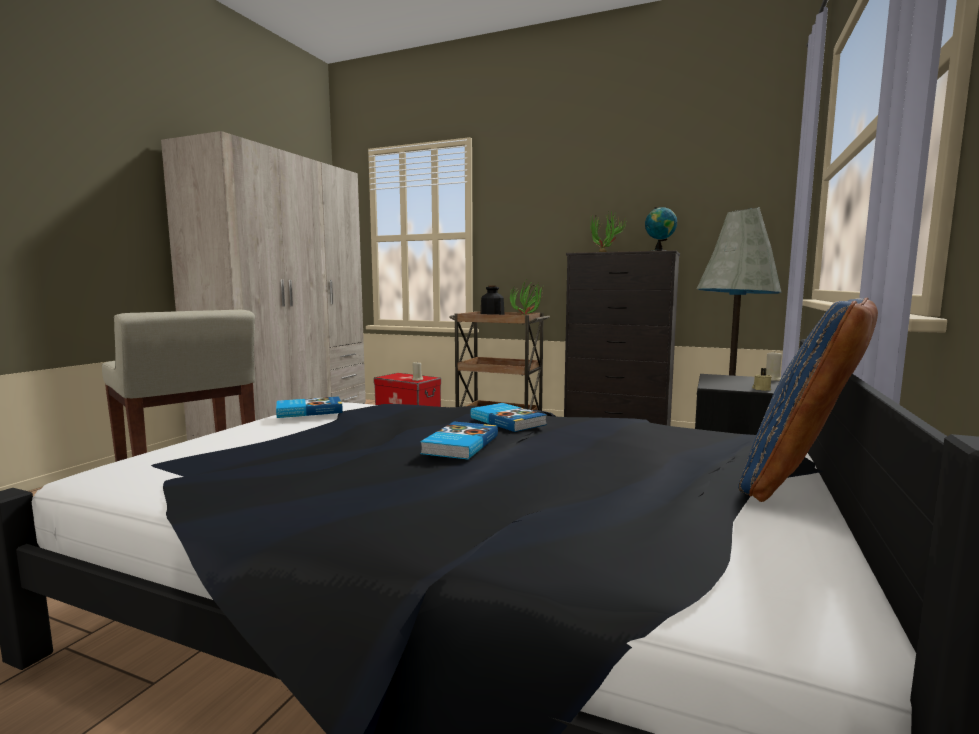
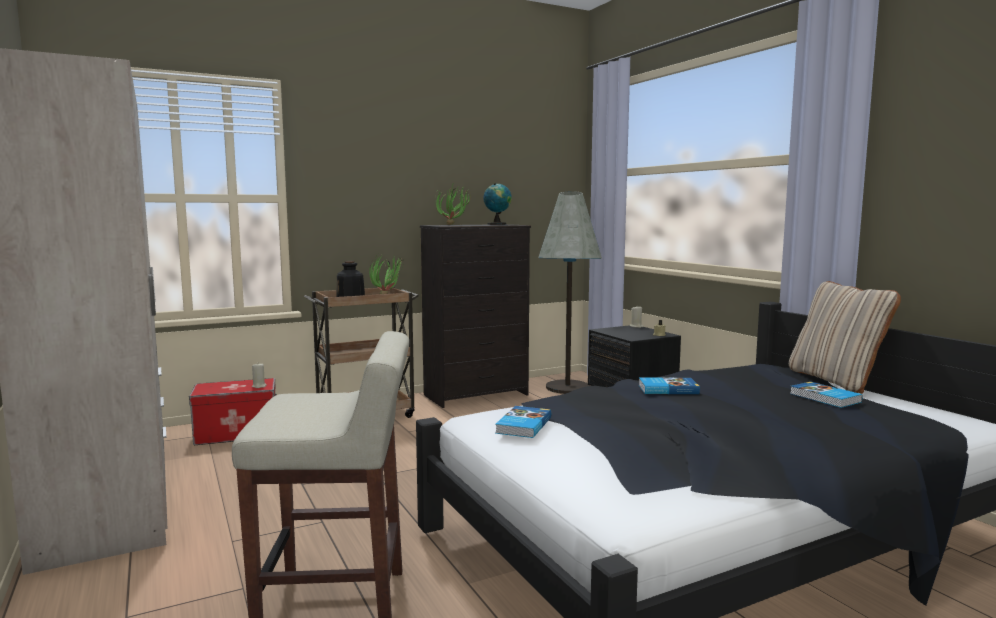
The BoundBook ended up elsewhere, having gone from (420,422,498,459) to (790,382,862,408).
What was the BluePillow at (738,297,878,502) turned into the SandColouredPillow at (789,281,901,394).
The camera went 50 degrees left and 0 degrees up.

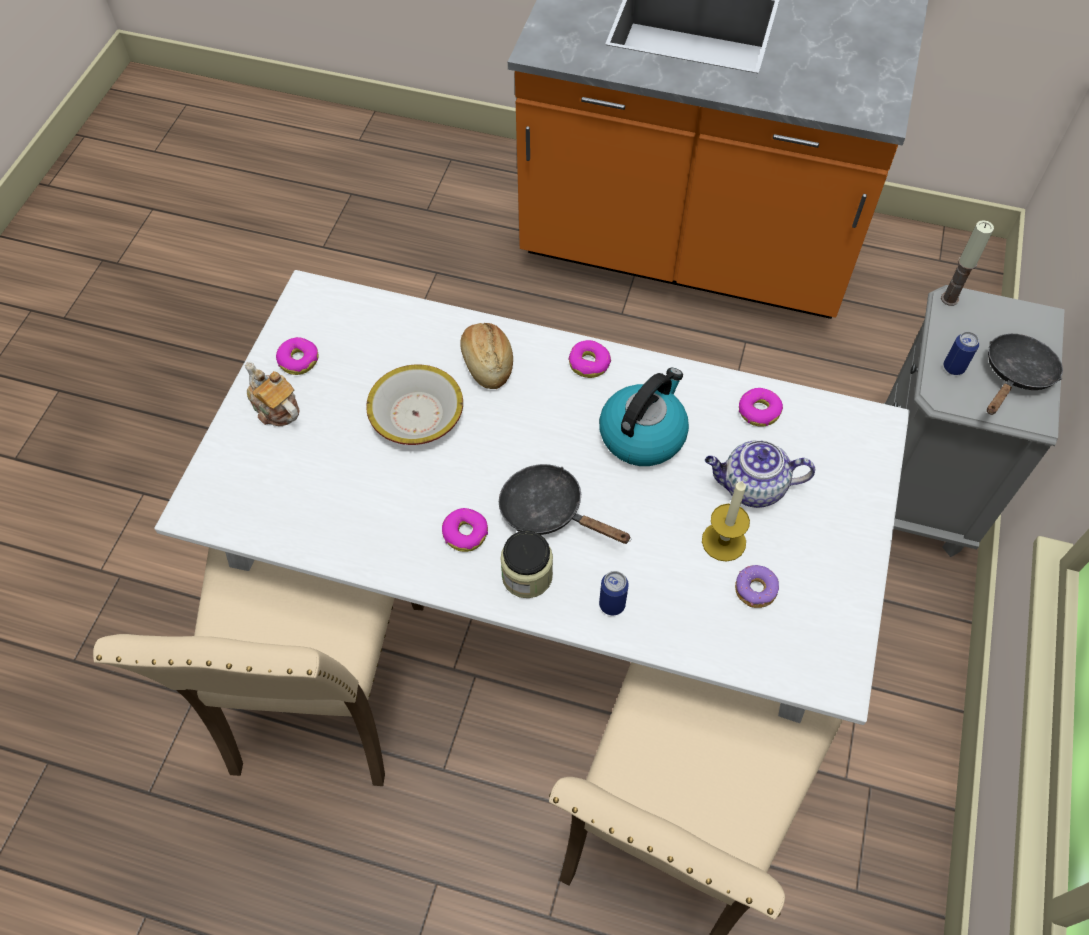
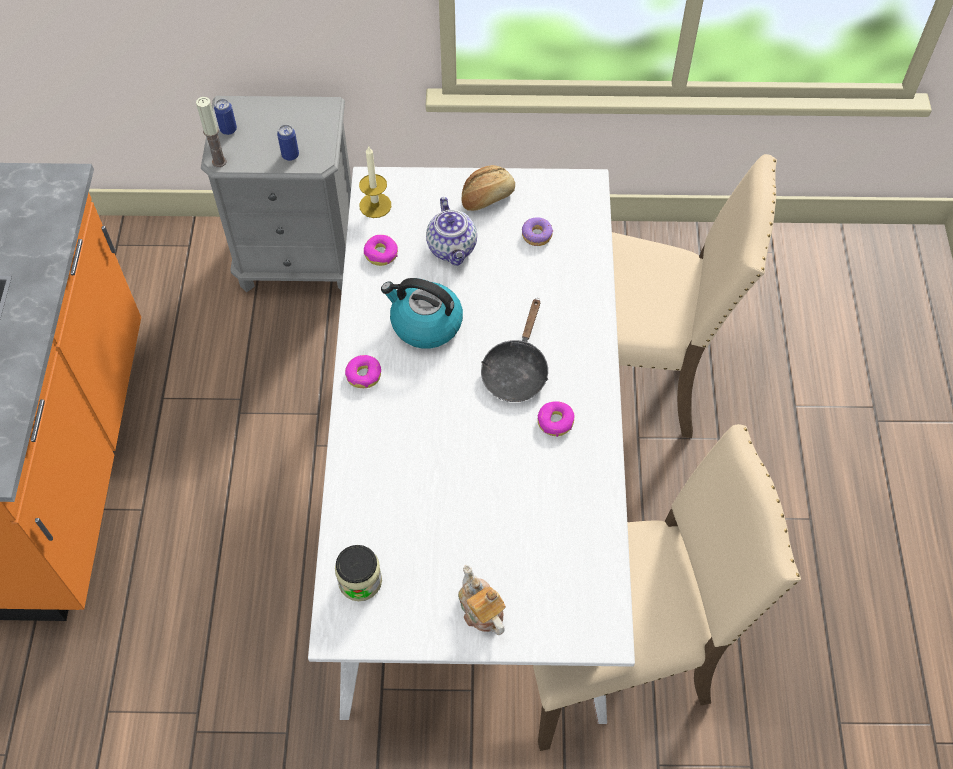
The second view lost the Donut at (276,337,318,375).
The second view lost the Bowl at (366,365,463,445).
The second view lost the BlackSkillet at (987,334,1063,415).
The BakedBread ended up elsewhere, having gone from (460,323,513,389) to (462,165,515,211).
The PreserveJar ended up elsewhere, having gone from (500,530,553,598) to (335,545,382,601).
The Can ended up elsewhere, having gone from (599,571,629,615) to (214,99,237,135).
The Candle ended up elsewhere, having gone from (702,480,750,562) to (359,146,391,218).
The Teapot at (245,362,300,426) ended up facing another way, 120 degrees clockwise from before.
The camera went 105 degrees left and 0 degrees up.

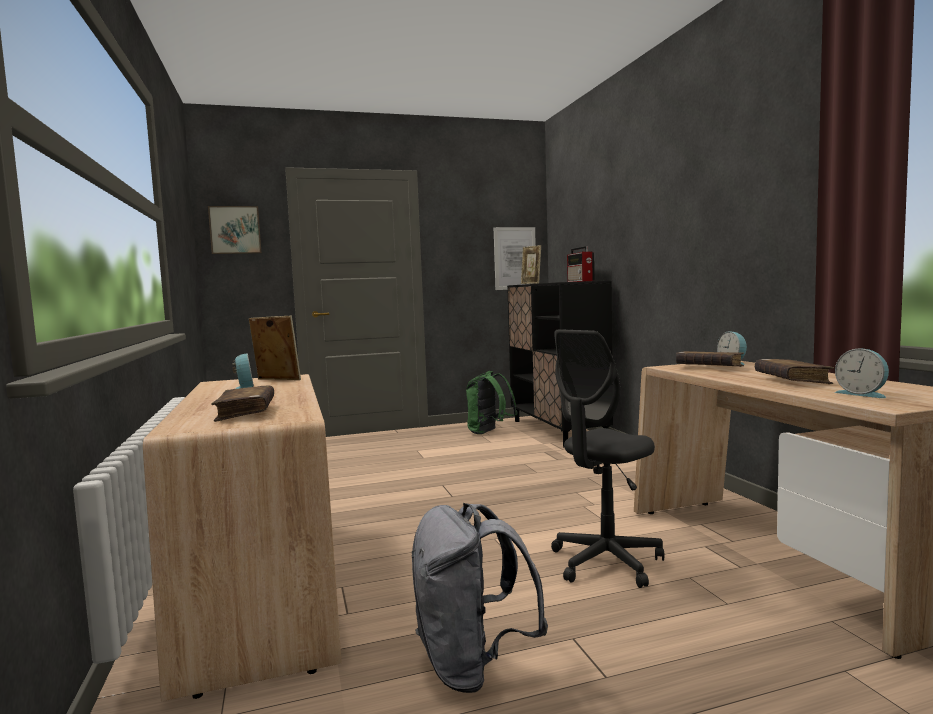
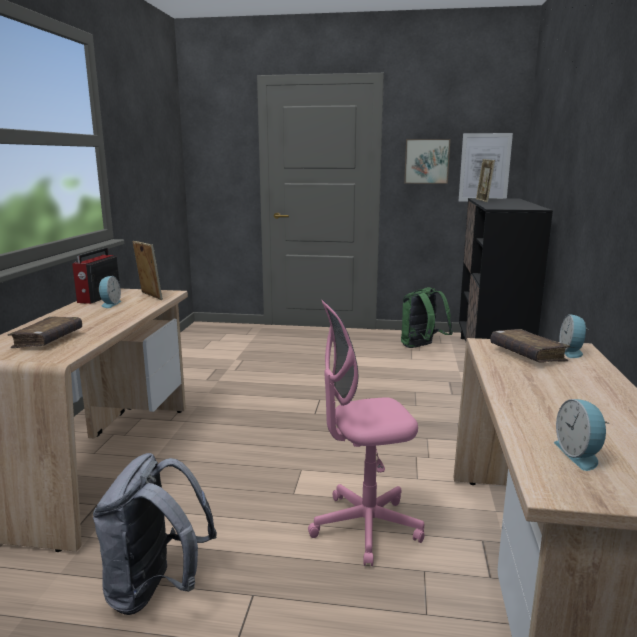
The second view lost the BrownishBoundBook at (755,359,834,384).
The Picture ended up elsewhere, having gone from (208,206,261,254) to (404,139,451,184).
The RadioSet ended up elsewhere, having gone from (567,246,595,282) to (72,248,120,304).
What was the GrayDeskChair at (551,329,664,588) turned into the PinkColouredDeskChair at (308,300,424,566).
The camera went 25 degrees right and 10 degrees up.

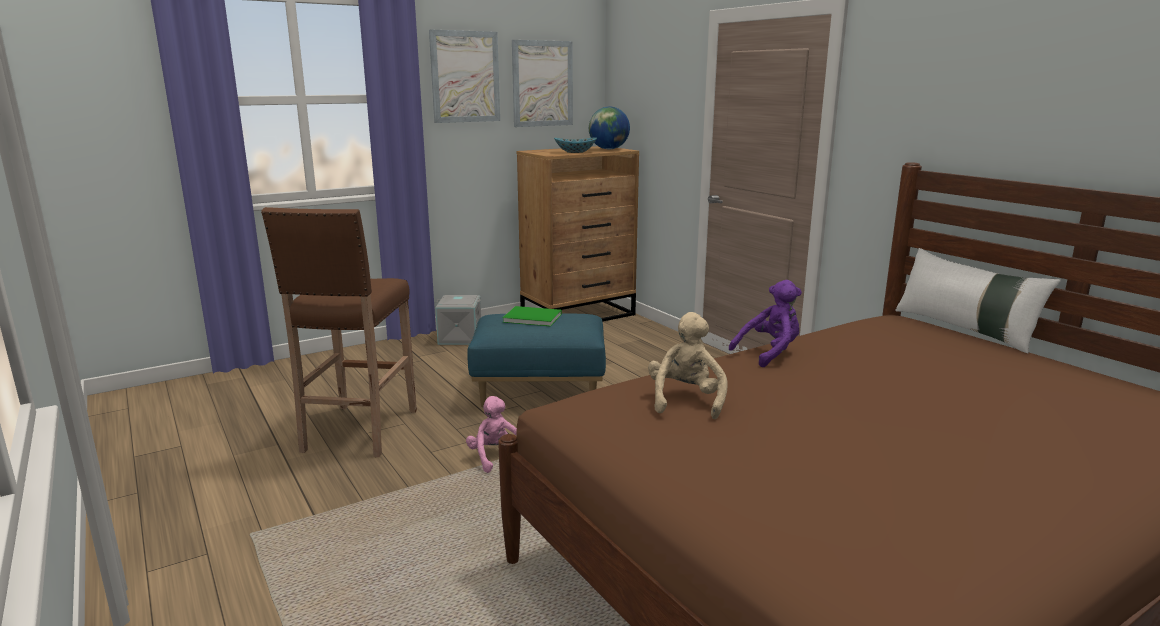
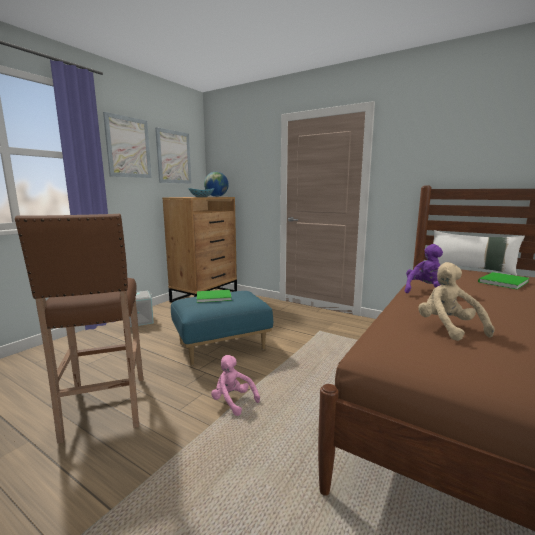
The second view gained the GreenishBoundBook at (478,272,529,289).
The camera went 25 degrees left and 5 degrees down.

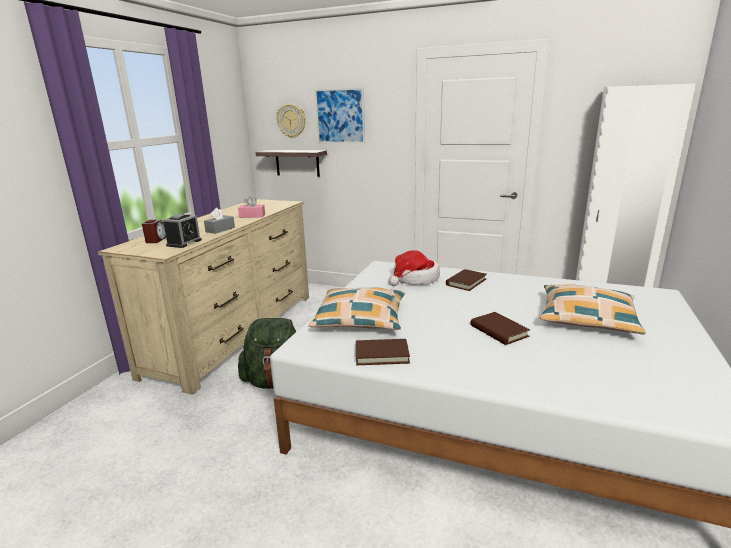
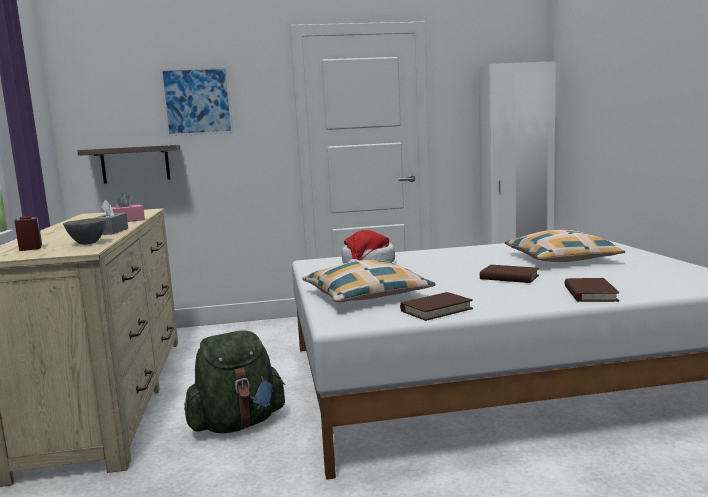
The second view lost the WallClock at (276,104,306,138).
The BrownishBoundBook ended up elsewhere, having gone from (446,269,487,291) to (565,278,619,302).
Where the TableClock stood at (163,214,202,248), the GrayBowl came to stand at (63,218,106,245).
The camera went 30 degrees left and 10 degrees down.

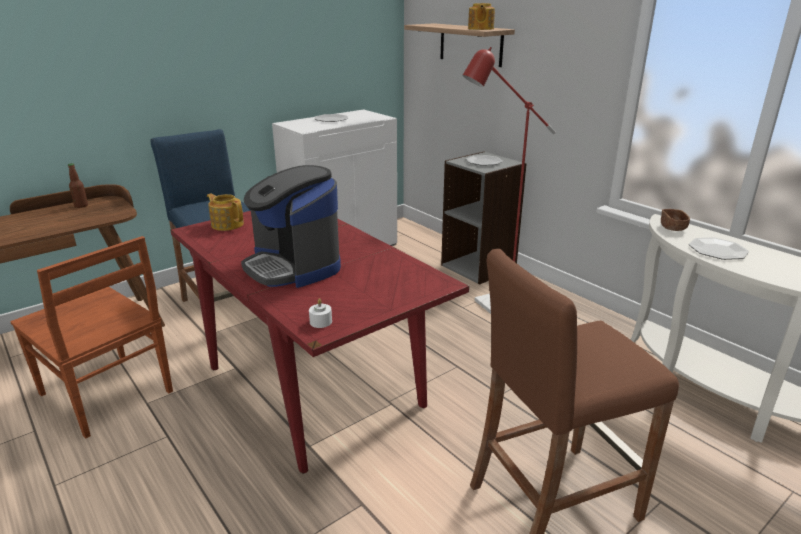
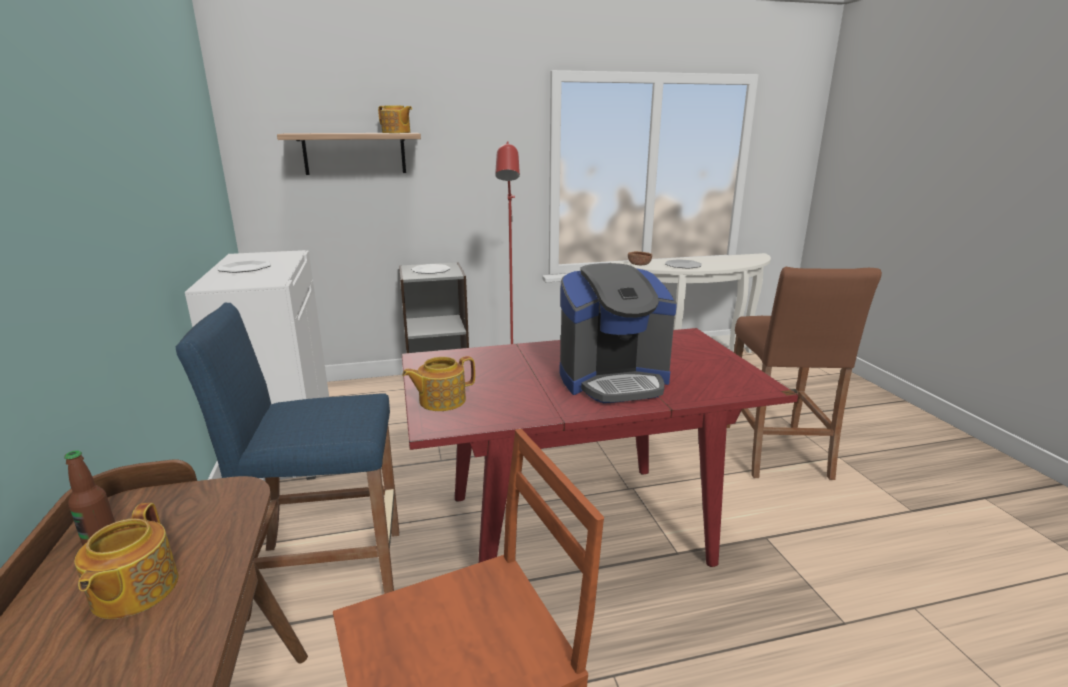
The second view lost the WhiteColouredCandle at (309,298,332,328).
The second view gained the Teapot at (74,503,178,619).
The camera went 65 degrees left and 5 degrees down.

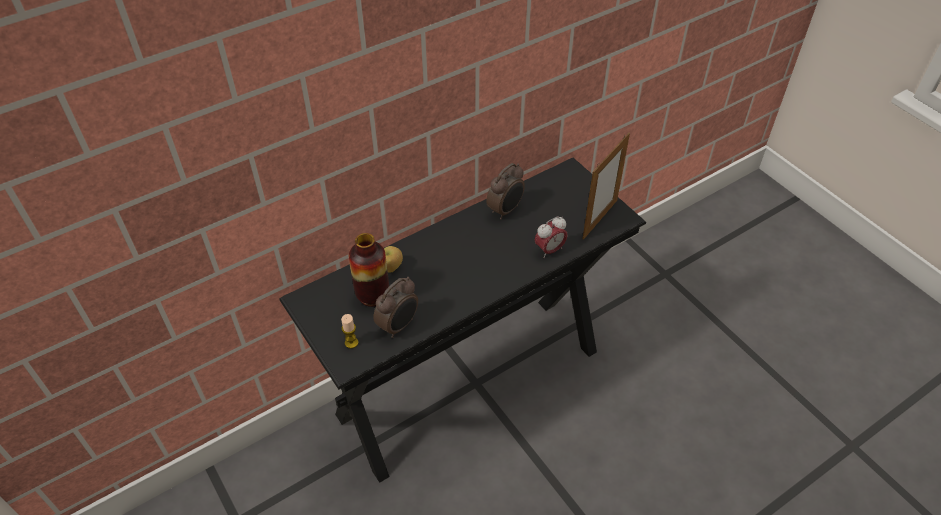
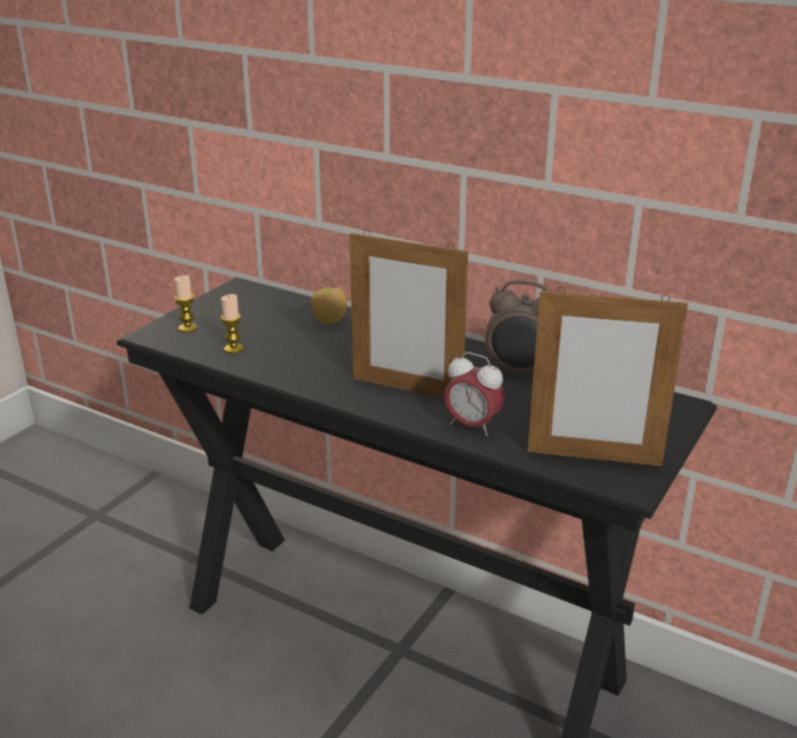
The second view lost the FlowerVase at (349,233,389,307).
The second view gained the StandingFrame at (350,230,468,398).
Where the TableClock stood at (373,277,418,338), the Candle came to stand at (221,294,244,354).
The camera went 65 degrees right and 20 degrees down.

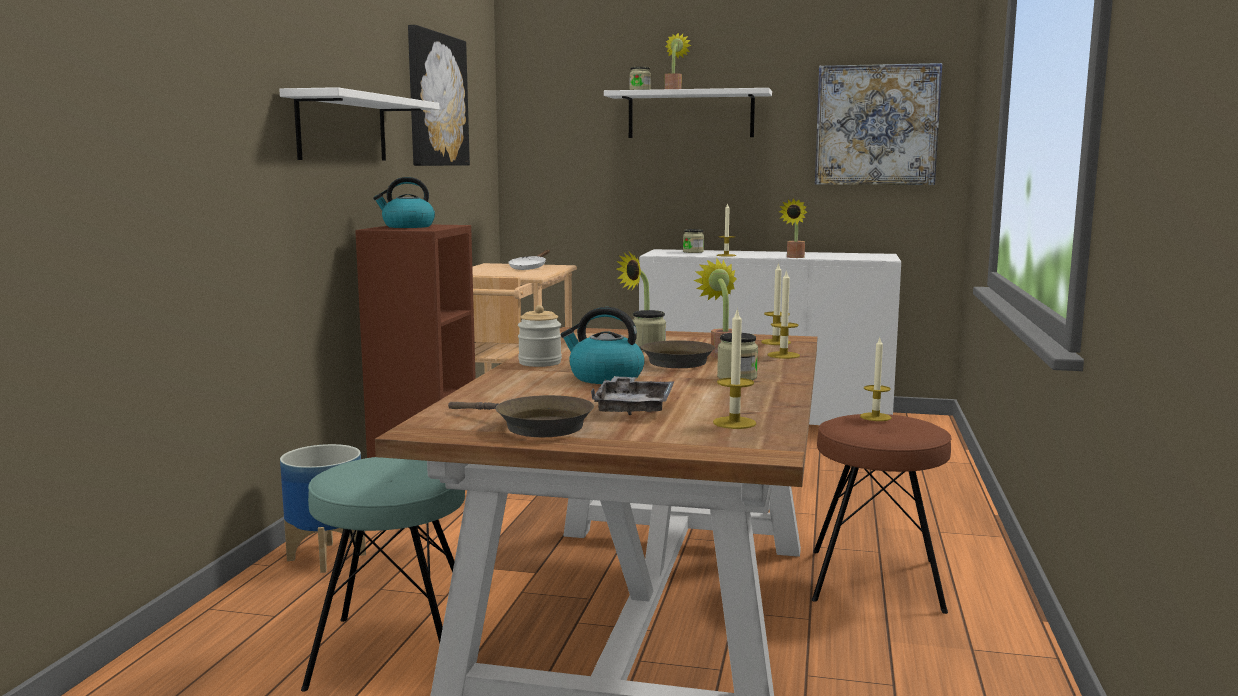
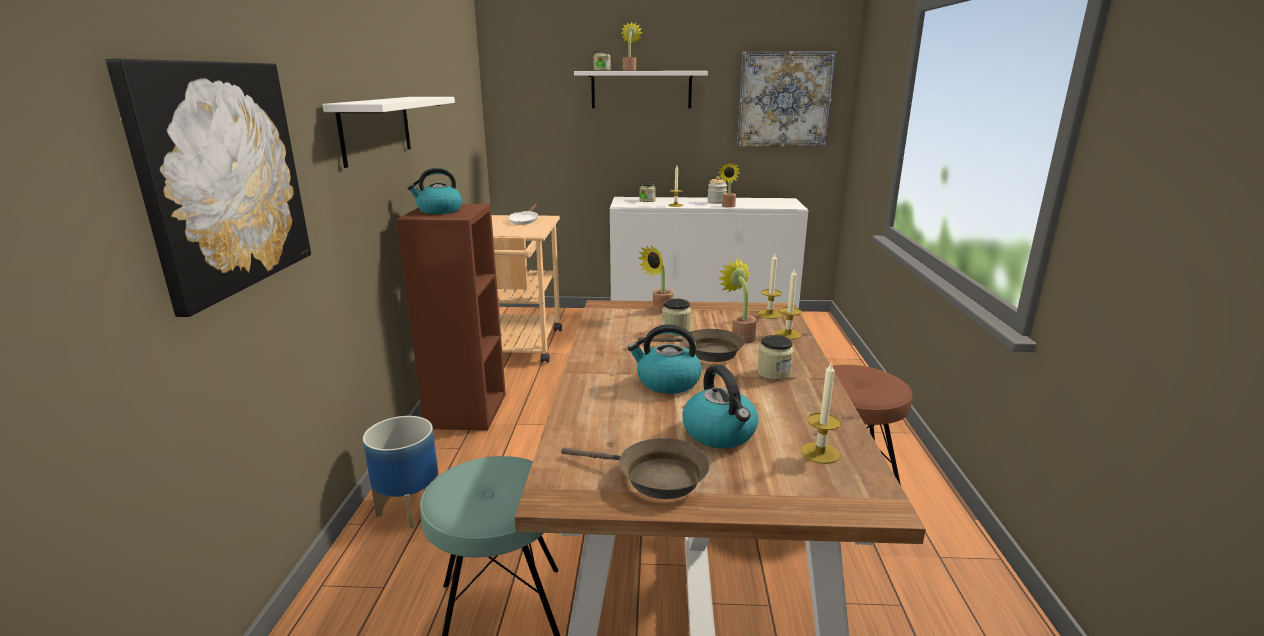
The second view lost the Candle at (860,338,892,421).
The Picture ended up elsewhere, having gone from (408,25,470,166) to (105,59,311,317).
The PreserveJar ended up elsewhere, having gone from (518,305,562,367) to (707,176,727,204).
Where the GrayCarryingTray stood at (591,376,674,415), the Kettle came to stand at (682,365,758,448).
The camera went 10 degrees left and 10 degrees up.

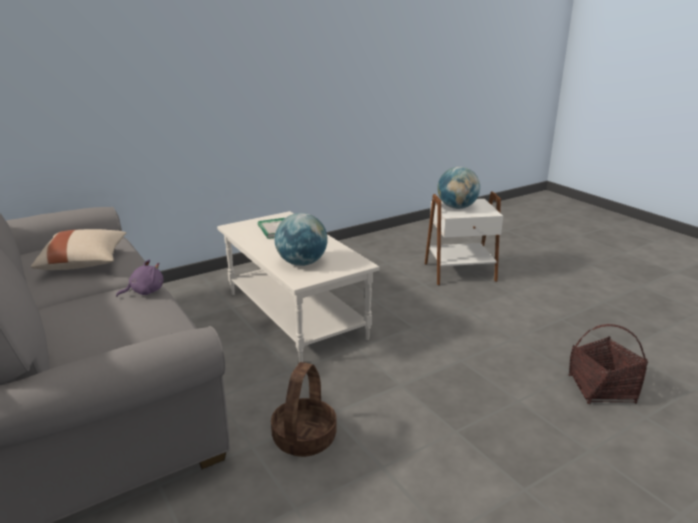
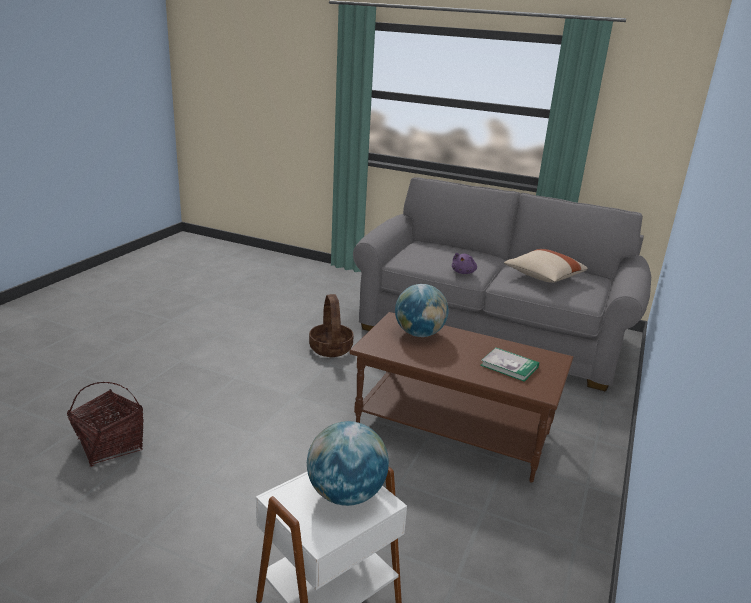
What was the WhiteColouredLowTable at (217,211,380,363) turned into the BrownishLowTable at (350,312,573,483).
The camera went 145 degrees right and 0 degrees up.

